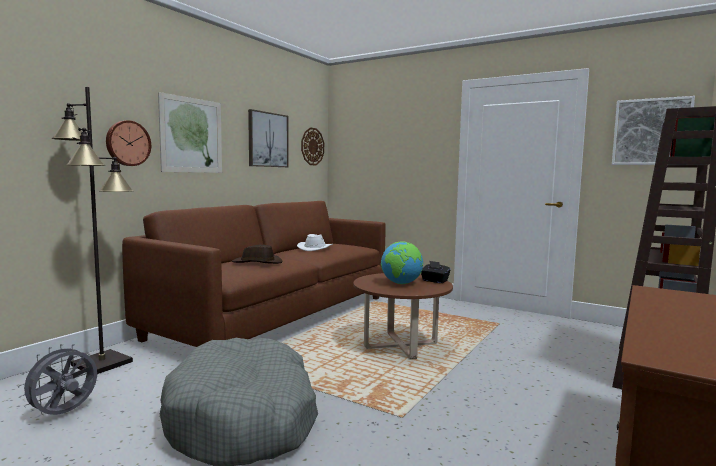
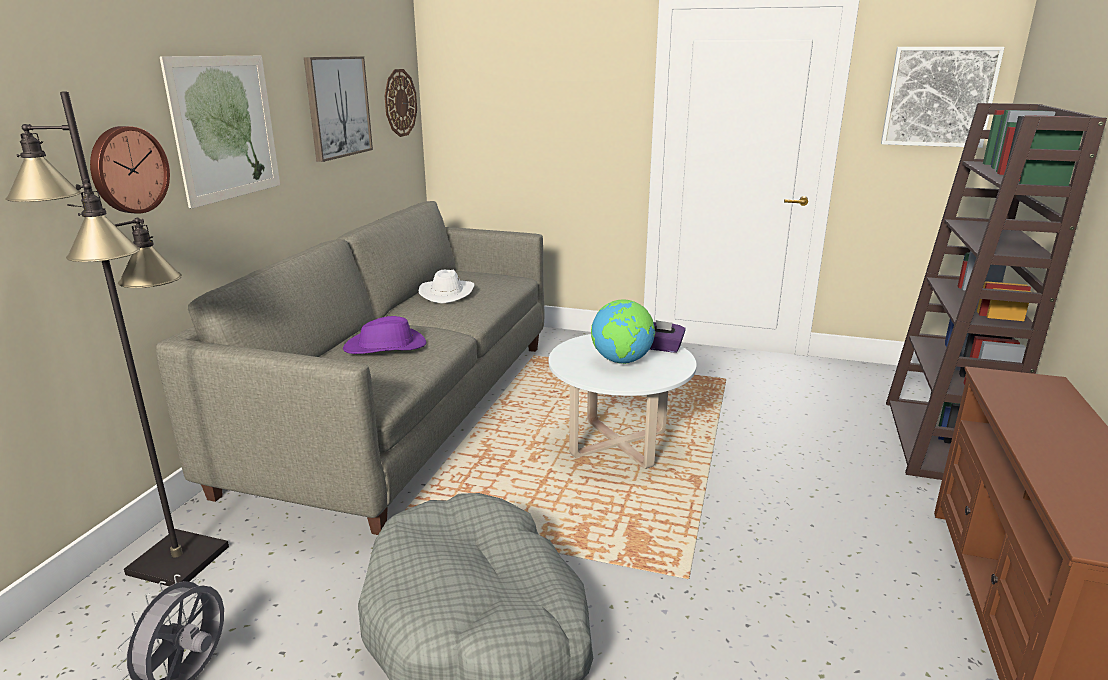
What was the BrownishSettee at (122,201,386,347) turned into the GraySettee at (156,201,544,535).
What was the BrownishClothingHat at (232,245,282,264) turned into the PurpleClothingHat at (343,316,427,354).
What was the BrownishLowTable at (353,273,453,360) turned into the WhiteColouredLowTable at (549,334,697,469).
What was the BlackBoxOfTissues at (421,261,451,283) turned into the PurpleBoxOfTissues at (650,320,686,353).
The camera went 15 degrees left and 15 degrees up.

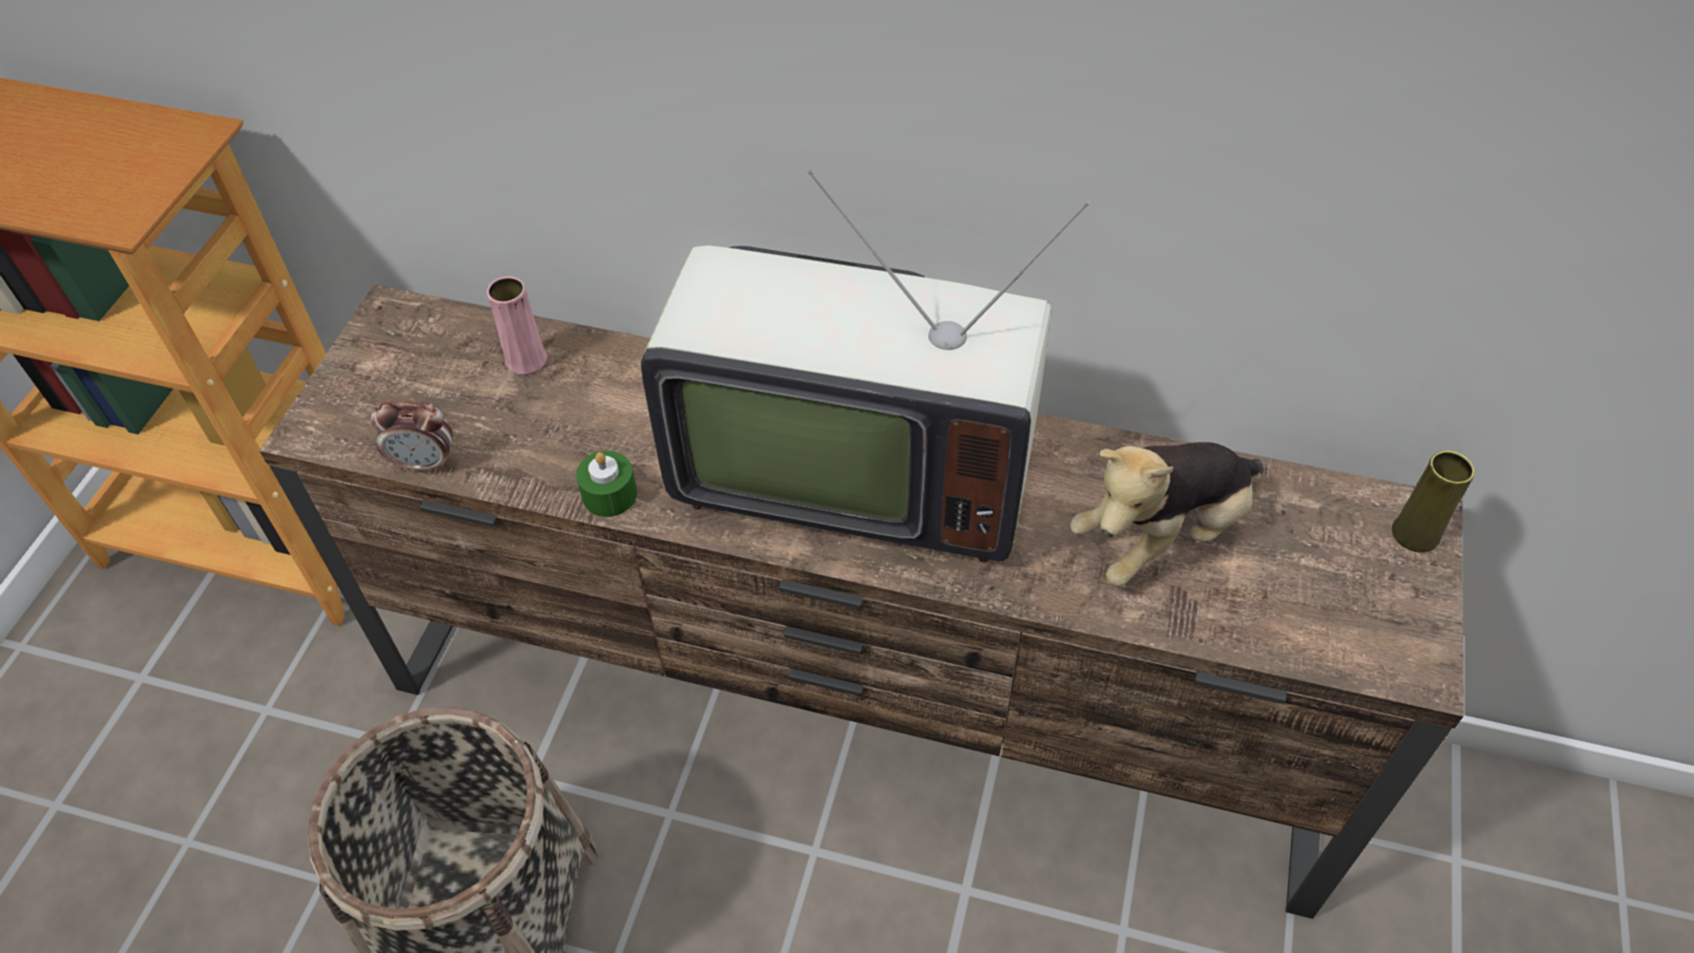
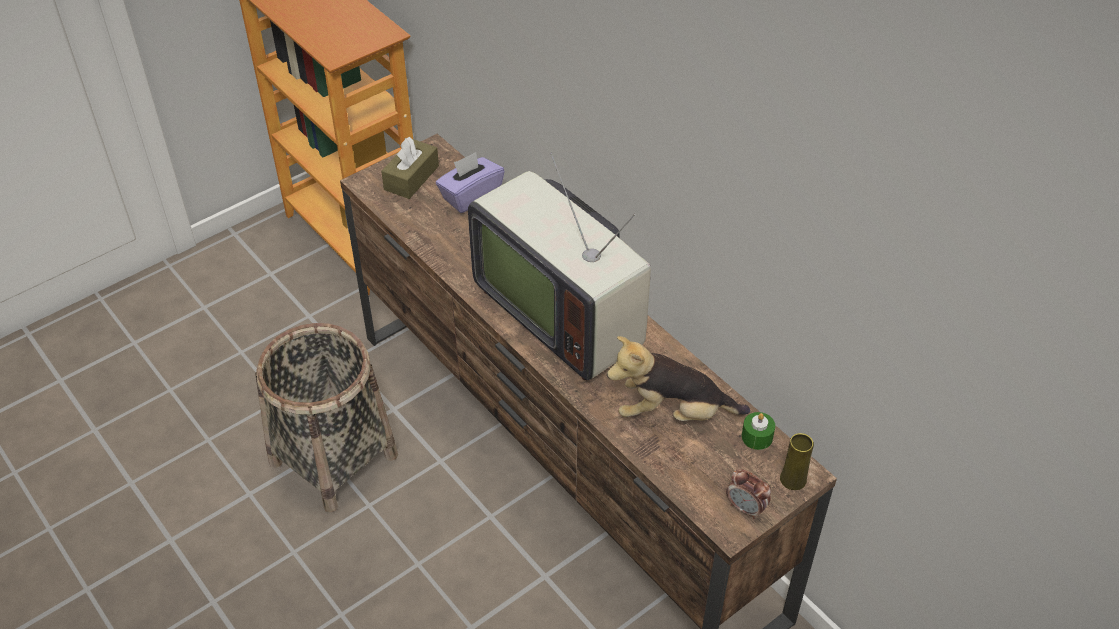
The second view gained the BrownishBoxOfTissues at (381,137,439,199).
The TableClock ended up elsewhere, having gone from (371,399,453,471) to (726,469,771,519).
The GreenishCandle ended up elsewhere, having gone from (576,451,637,517) to (742,412,775,450).
Where the PinkColouredFlowerVase stood at (487,276,547,374), the PurpleBoxOfTissues came to stand at (436,152,505,213).
The camera went 35 degrees right and 5 degrees down.

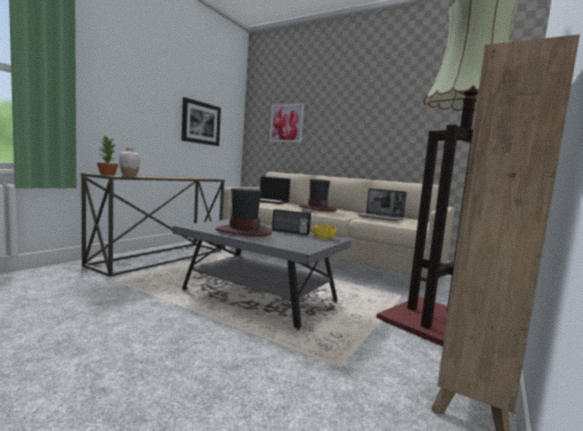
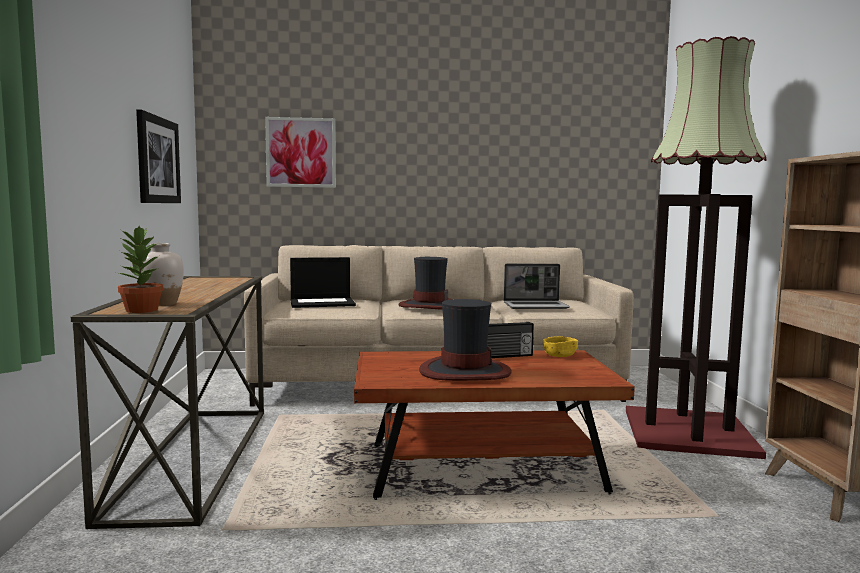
What was the GrayLowTable at (173,219,351,330) turned into the BrownishLowTable at (354,350,635,500).
The camera went 35 degrees left and 0 degrees up.

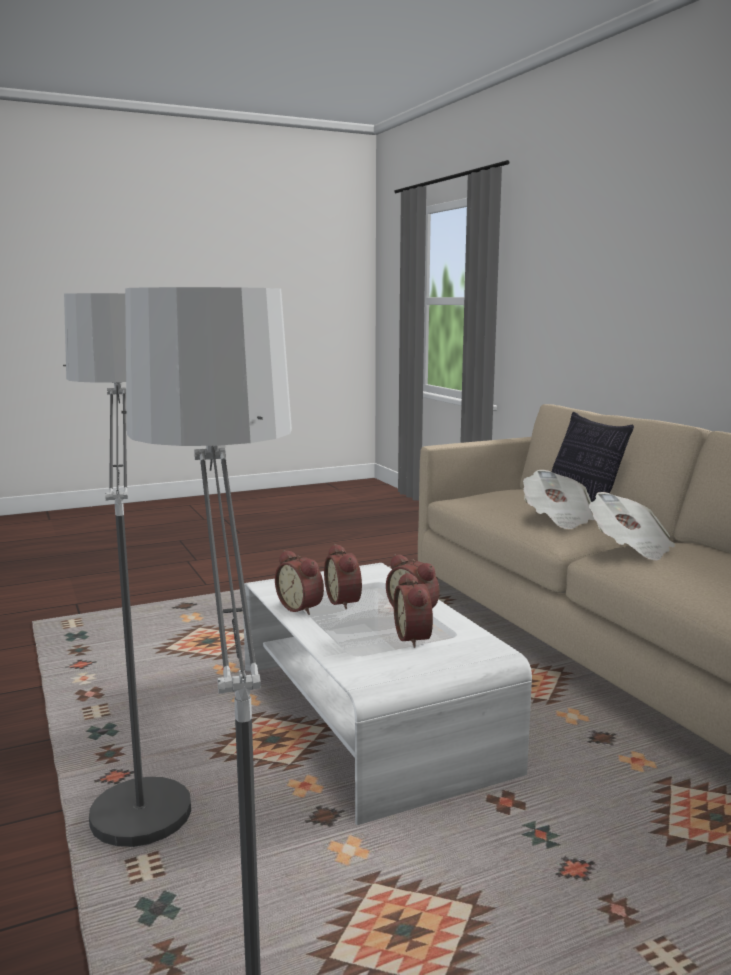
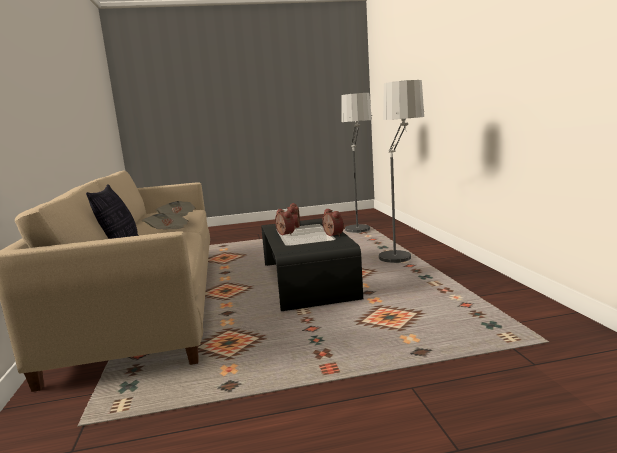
The second view lost the TableClock at (324,544,362,610).
What was the WhiteColouredLowTable at (243,563,532,825) turned into the BlackLowTable at (261,218,363,311).
The camera went 165 degrees left and 0 degrees up.

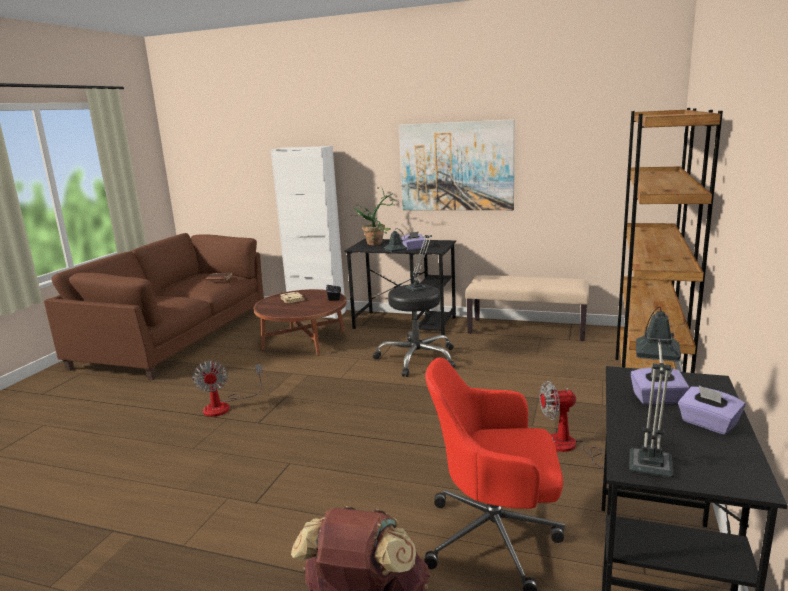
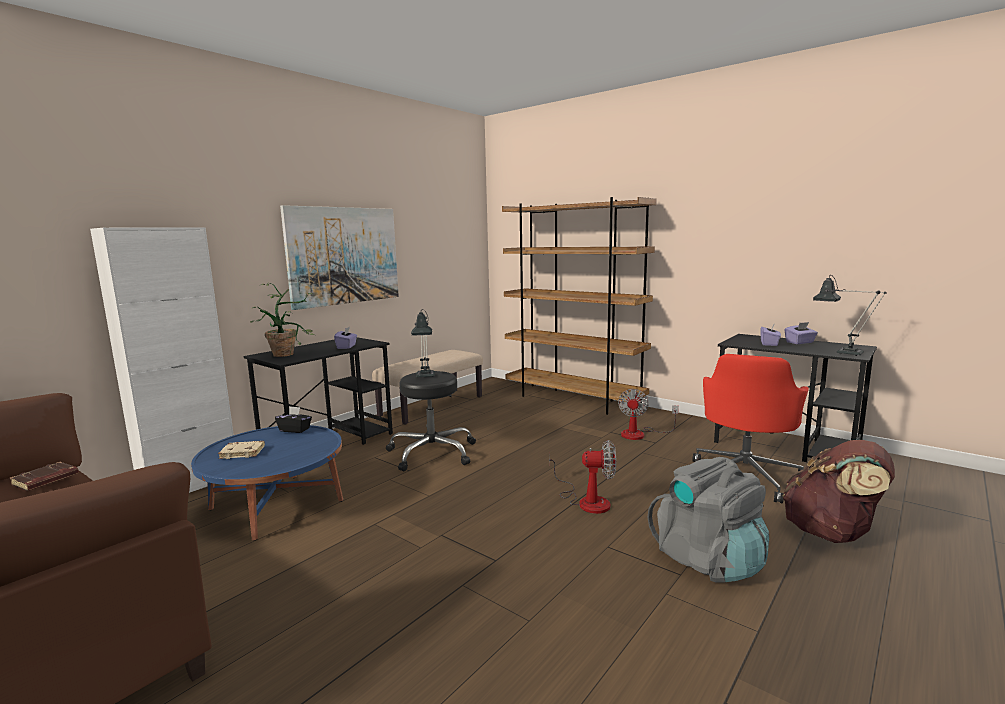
The second view gained the GrayKnapsack at (648,457,769,583).
The ElectricFan ended up elsewhere, having gone from (193,361,262,417) to (549,440,616,514).
What was the BrownishLowTable at (254,289,347,355) turned into the BlueLowTable at (191,425,343,541).
The camera went 70 degrees left and 5 degrees down.

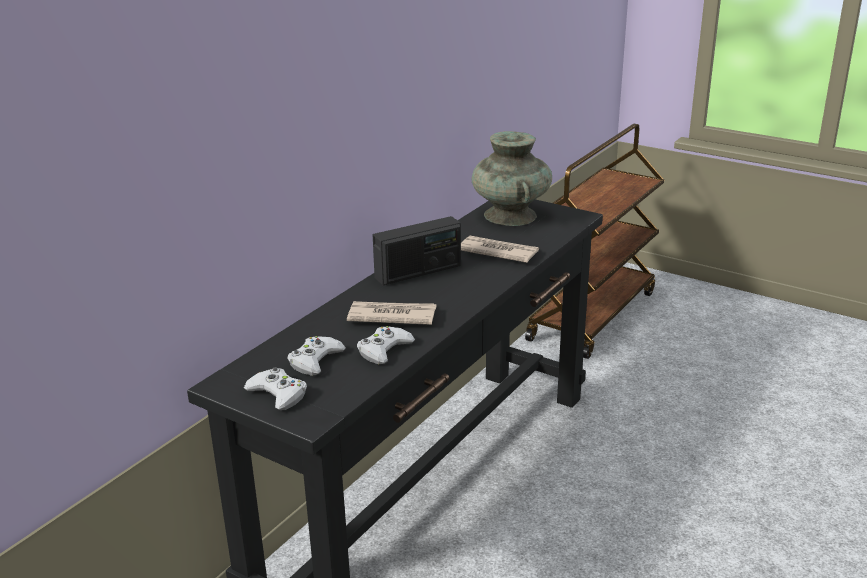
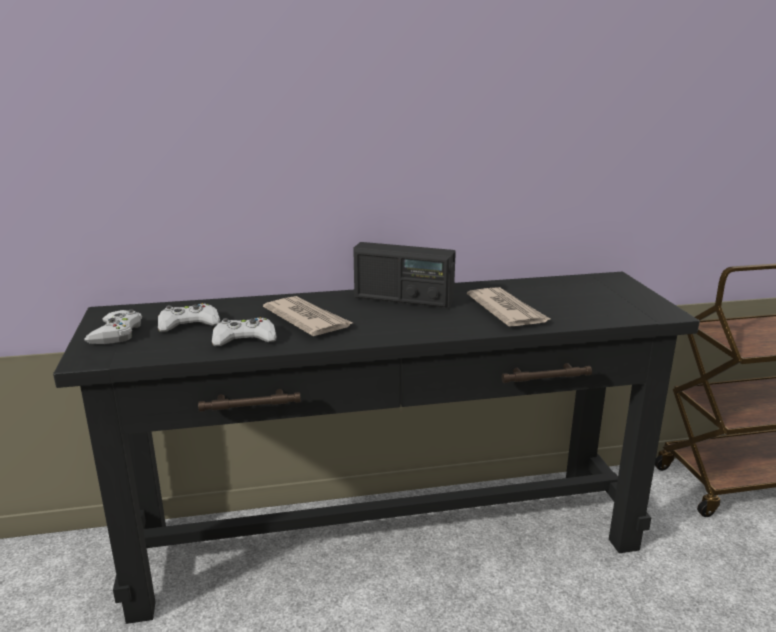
The second view lost the TurquoiseColouredFlowerVase at (471,131,552,226).
The camera went 45 degrees right and 5 degrees down.

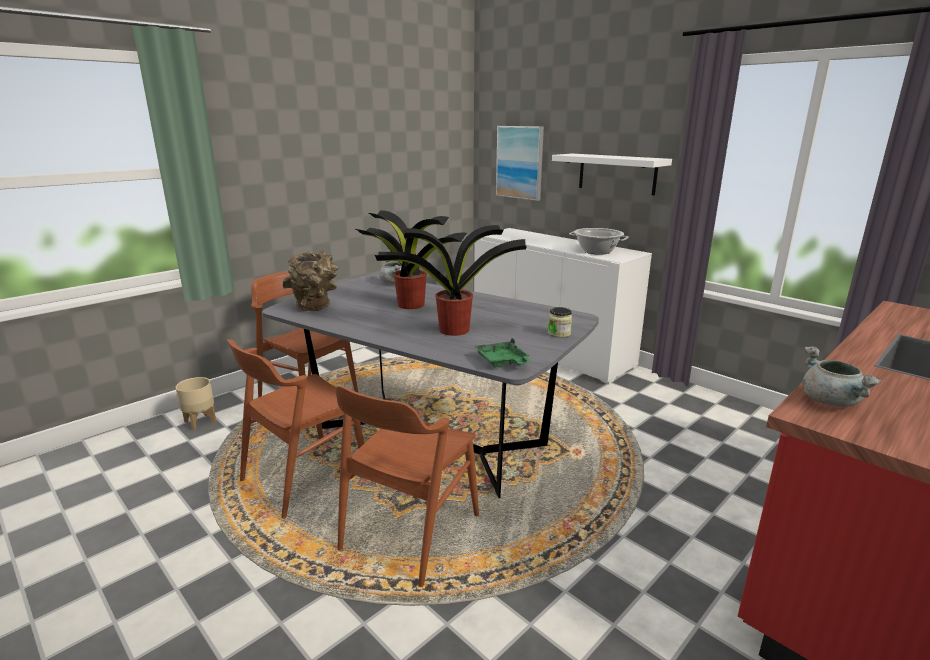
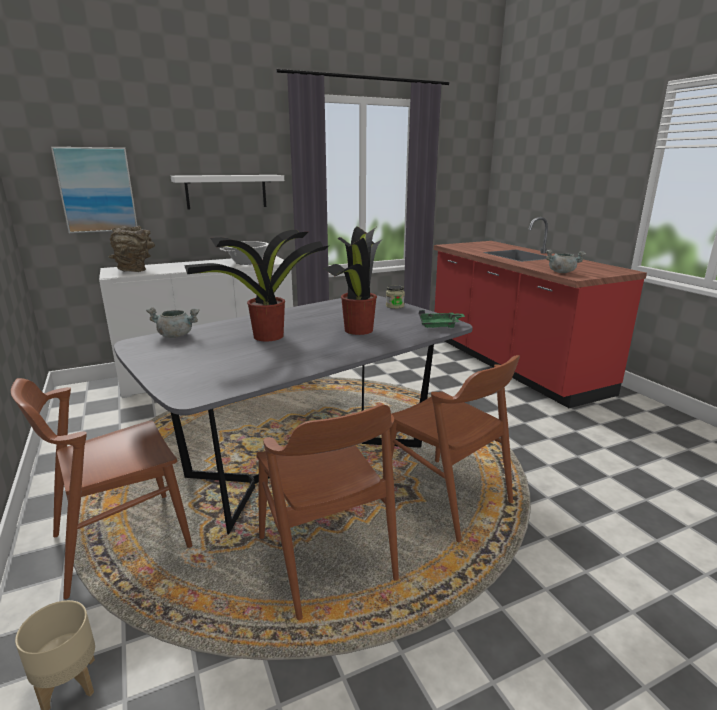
The BrownishFlowerVase ended up elsewhere, having gone from (283,250,339,311) to (109,226,155,272).
The camera went 70 degrees left and 0 degrees up.

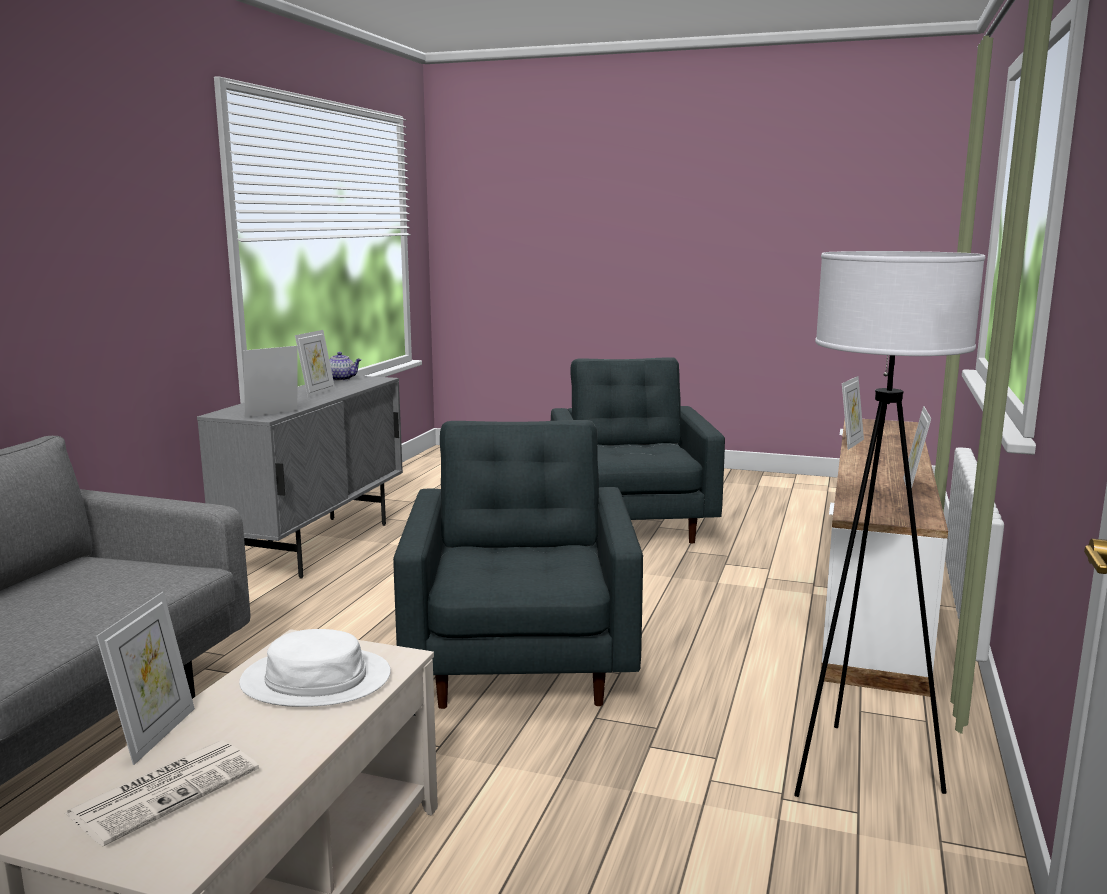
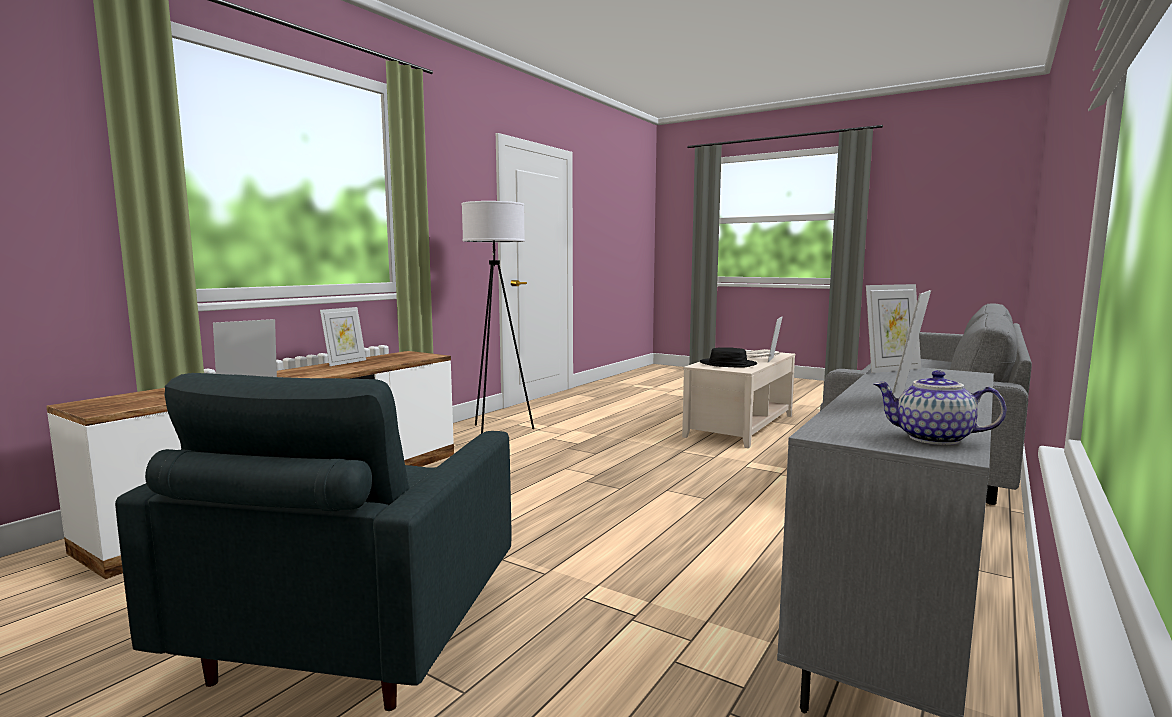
The second view lost the GrayArmchair at (393,420,643,709).
What was the WhiteColouredClothingHat at (239,629,391,707) turned into the BlackClothingHat at (700,347,757,368).
The camera went 165 degrees left and 5 degrees down.

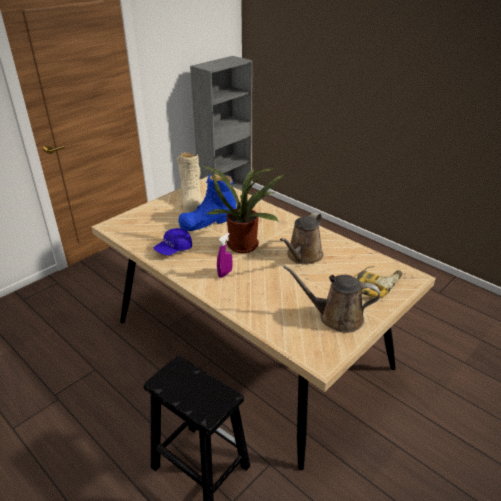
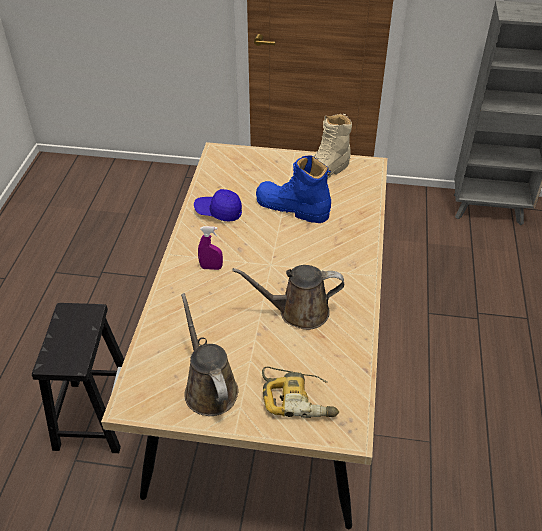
The second view lost the Houseplant at (202,166,286,253).
The camera went 55 degrees right and 10 degrees up.

